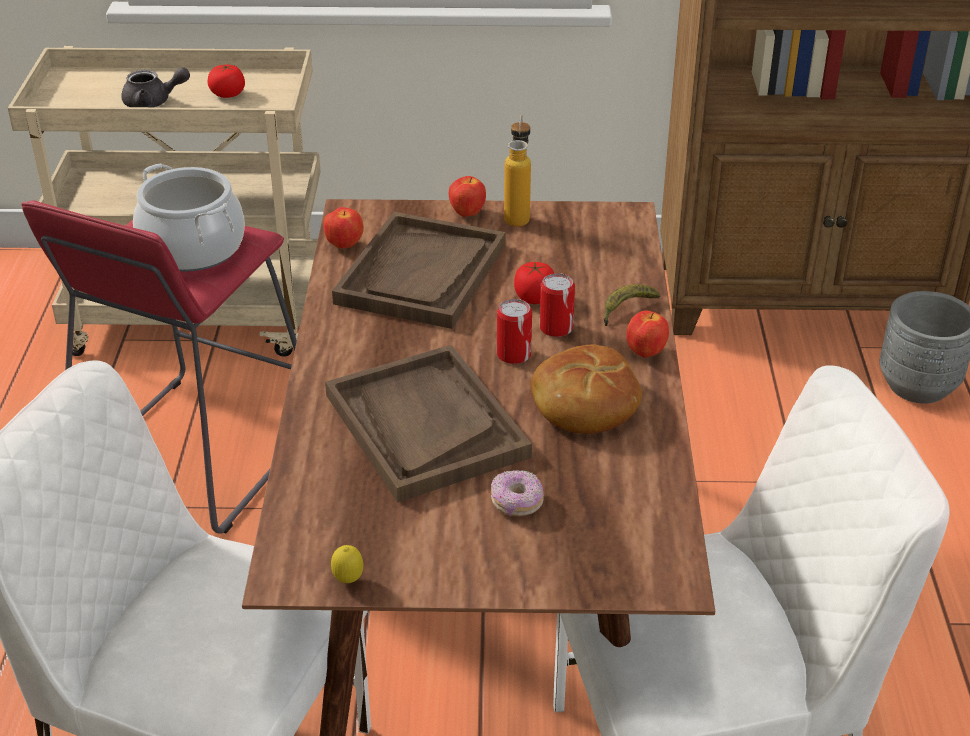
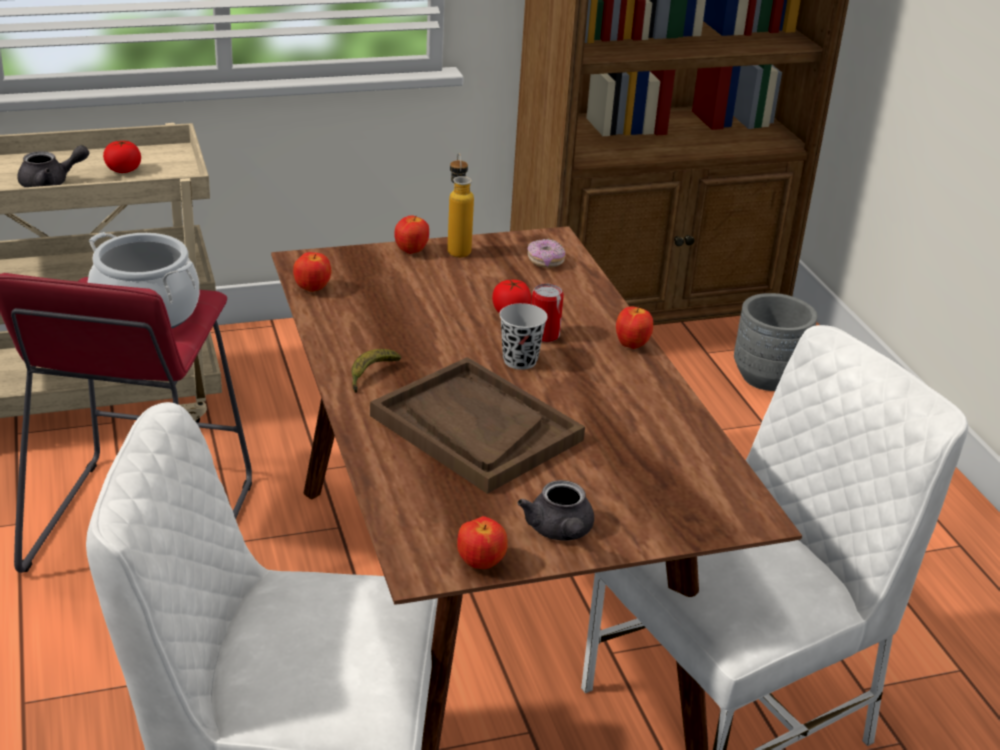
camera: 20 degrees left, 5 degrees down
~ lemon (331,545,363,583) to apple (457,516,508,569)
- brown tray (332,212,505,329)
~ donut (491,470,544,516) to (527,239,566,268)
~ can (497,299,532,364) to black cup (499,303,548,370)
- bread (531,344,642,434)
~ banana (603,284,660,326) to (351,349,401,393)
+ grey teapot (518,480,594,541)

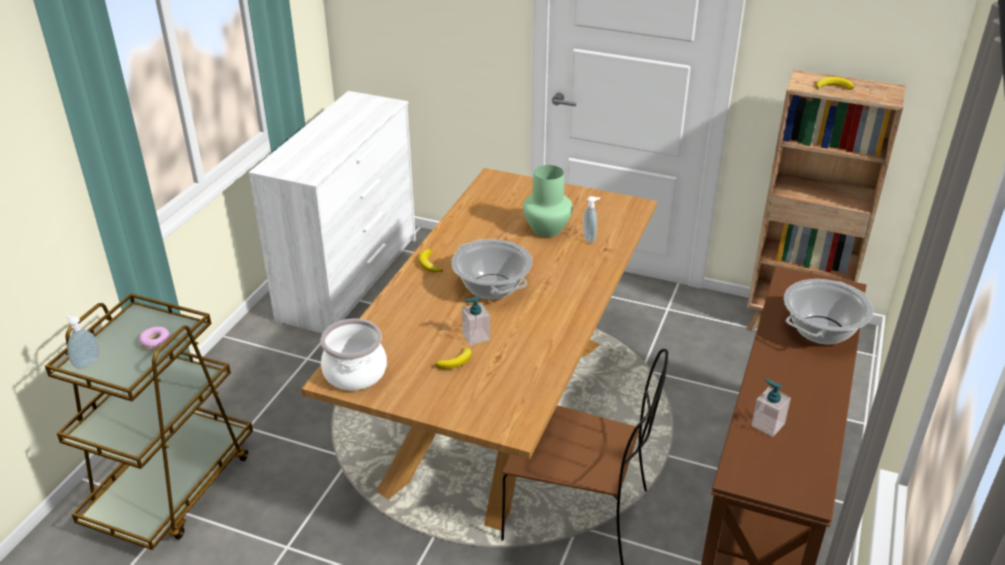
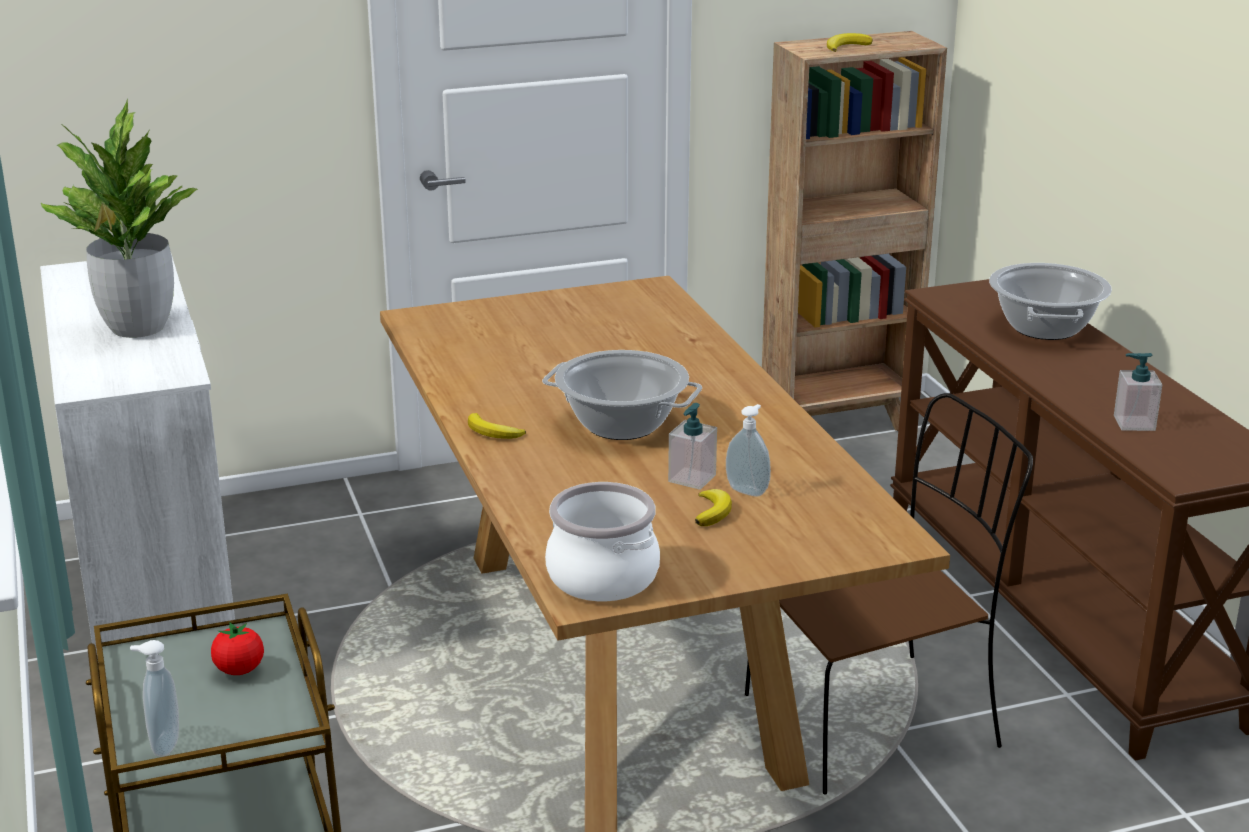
camera: 40 degrees left, 10 degrees down
~ donut (139,327,170,350) to tomato (211,622,264,675)
- green vase (523,165,573,237)
~ soap dispenser (583,196,600,243) to (726,404,771,497)
+ potted plant (41,98,198,338)

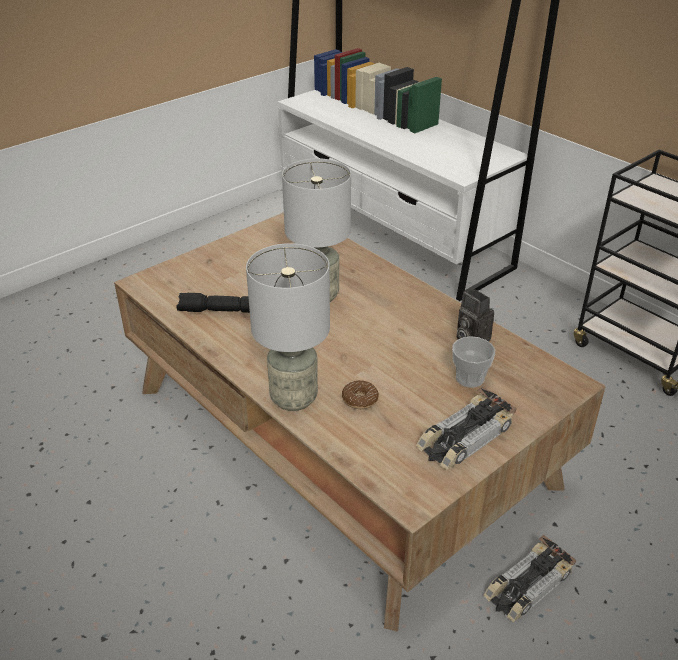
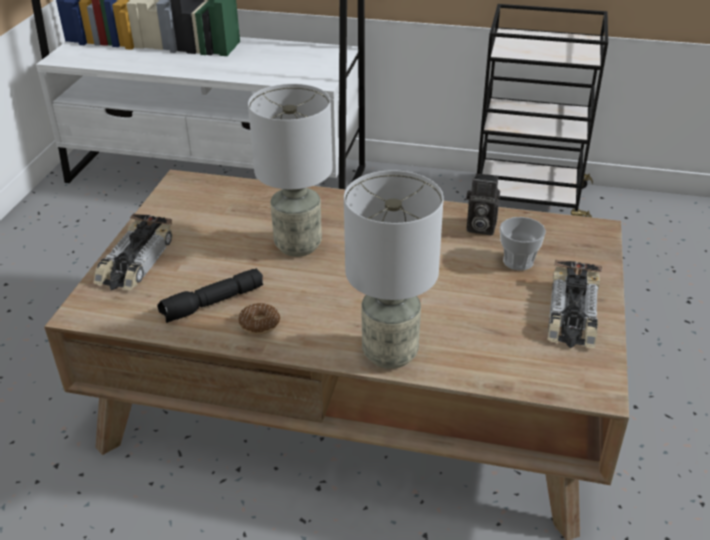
camera: 35 degrees left, 0 degrees up
~ donut (342,380,379,409) to (238,303,280,335)
~ toy car (484,535,577,622) to (93,213,173,290)

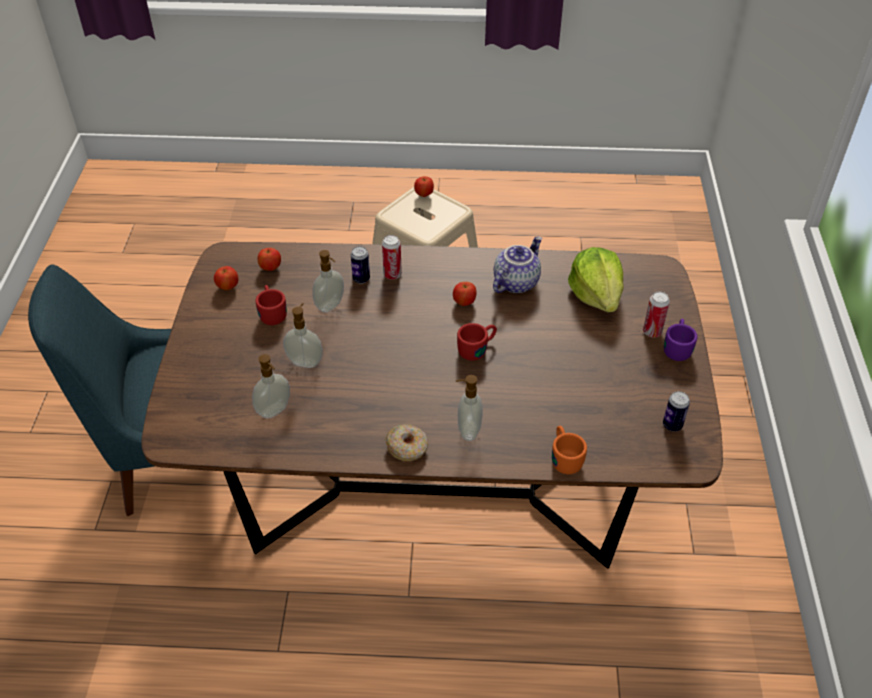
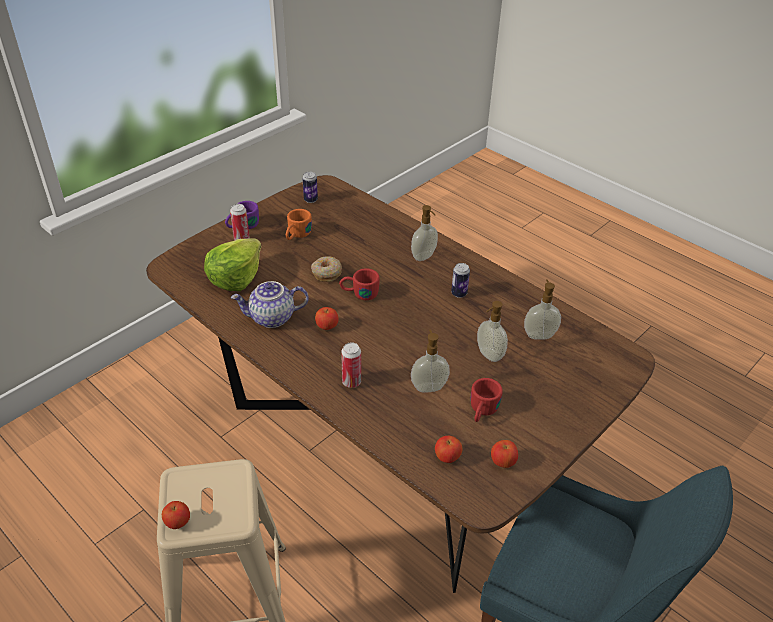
camera: 140 degrees left, 5 degrees down
~ can (351,246,370,284) to (451,263,470,298)
~ donut (385,424,428,461) to (311,256,342,282)
~ orange mug (552,426,587,474) to (286,209,312,240)

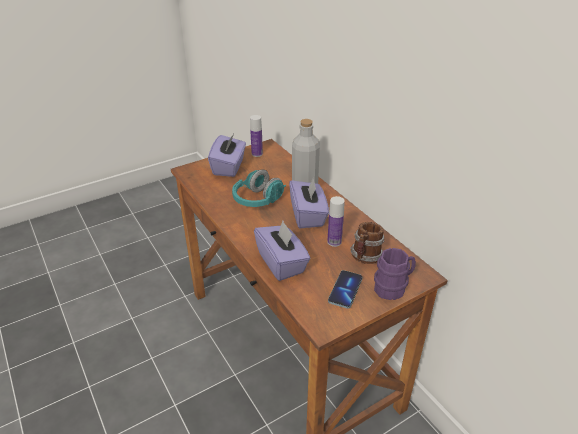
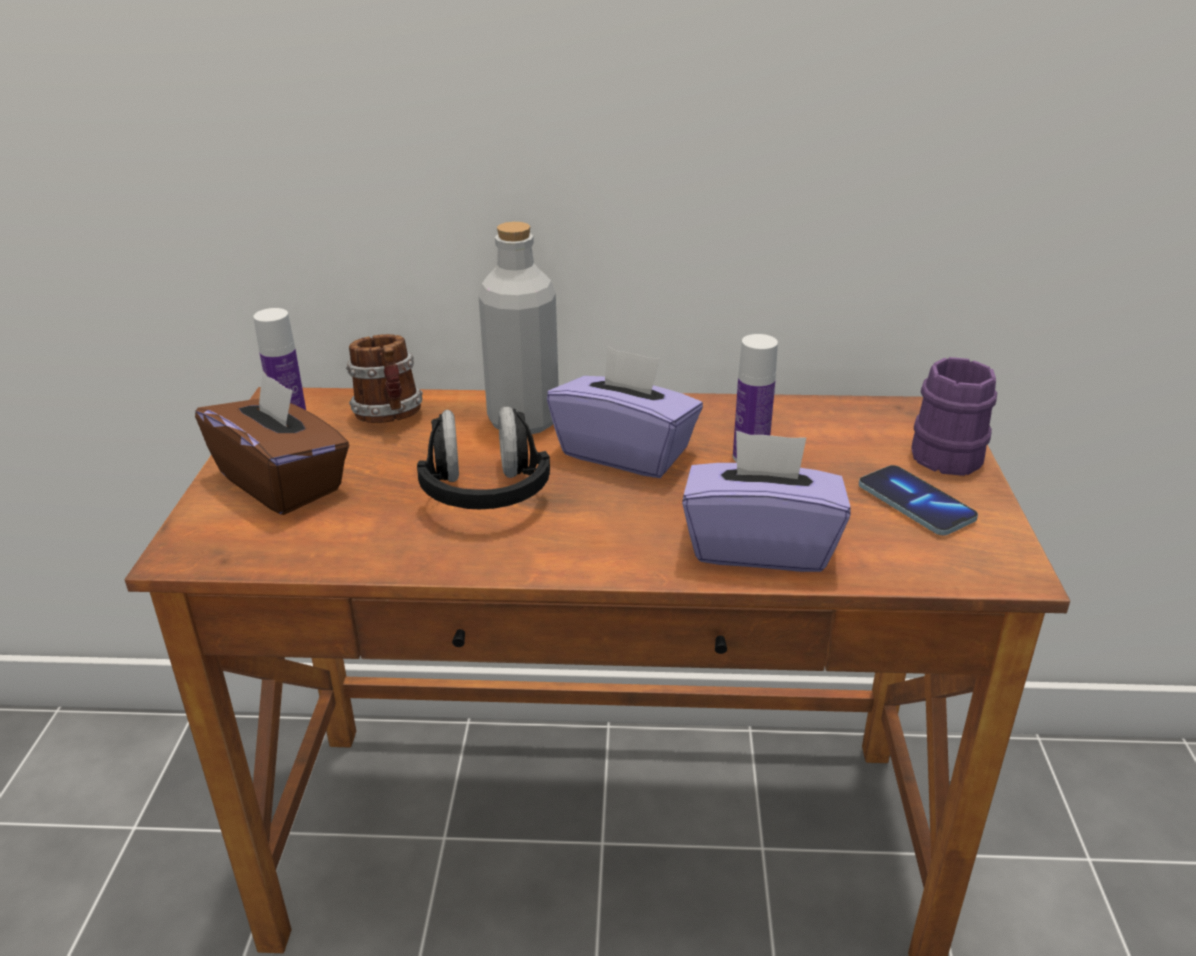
camera: 55 degrees left, 5 degrees down
~ purple tissue box (208,132,246,177) to brown tissue box (195,371,349,515)
~ turquoise headphones (232,169,286,207) to black headphones (417,406,550,509)
~ mug (350,222,384,264) to (346,334,423,423)

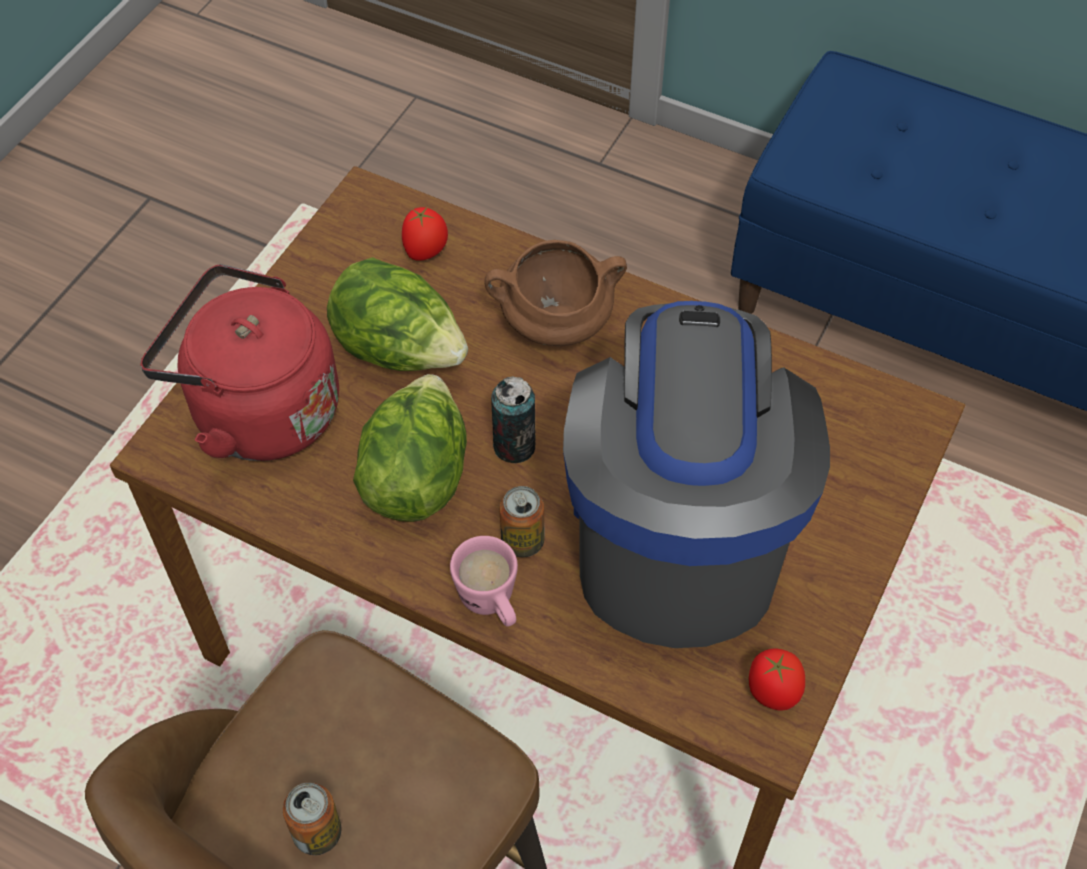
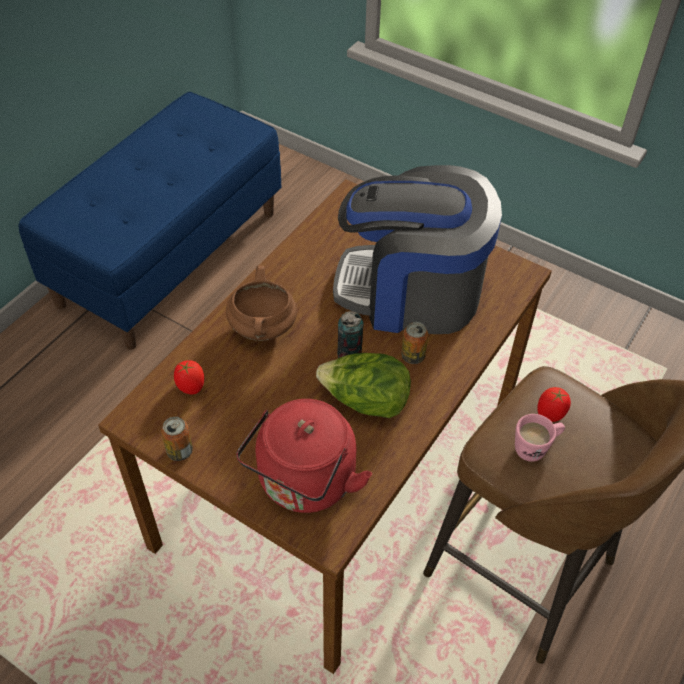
camera: 85 degrees left, 5 degrees down
~ can (283,783,341,855) to (161,417,193,461)
- lettuce (327,257,468,371)
~ pink mug (450,536,518,627) to (515,414,565,462)
~ tomato (749,648,805,711) to (538,387,571,422)

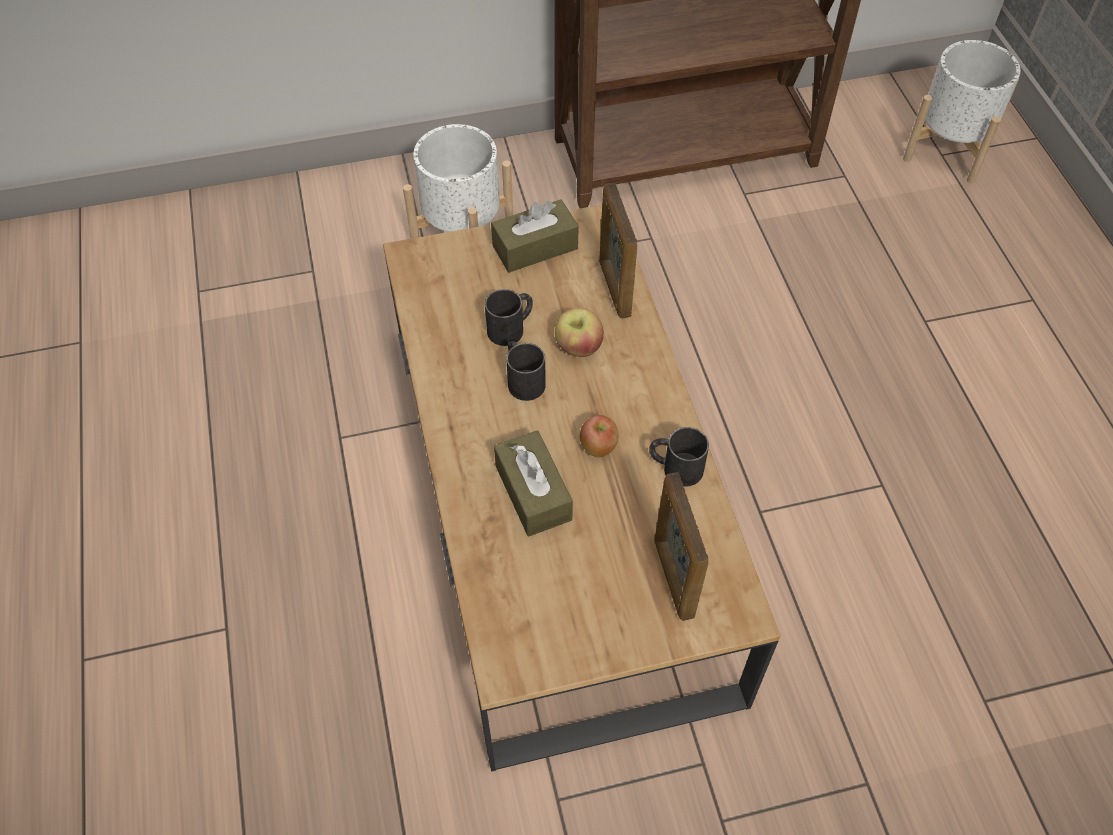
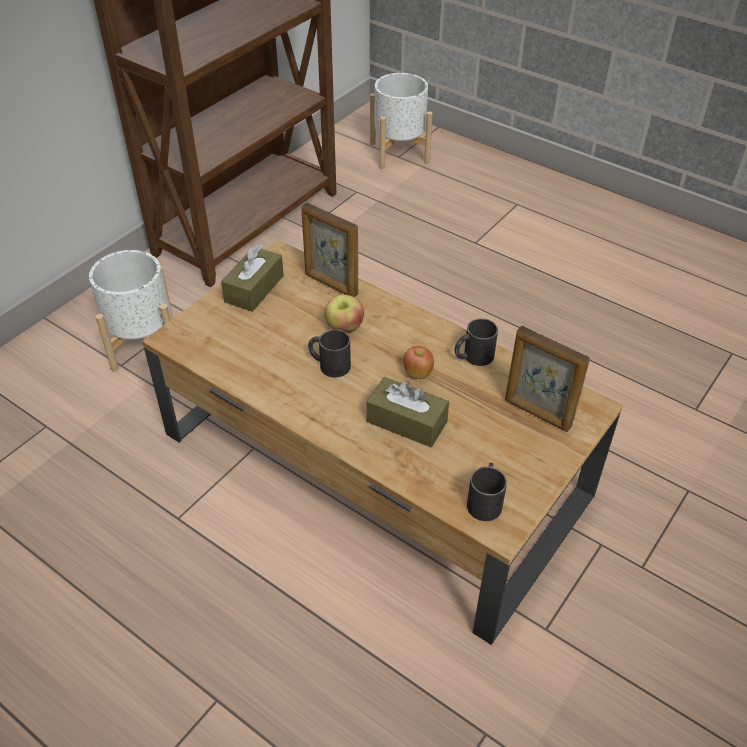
camera: 40 degrees left, 10 degrees down
~ black mug (485,289,533,346) to (467,463,507,521)

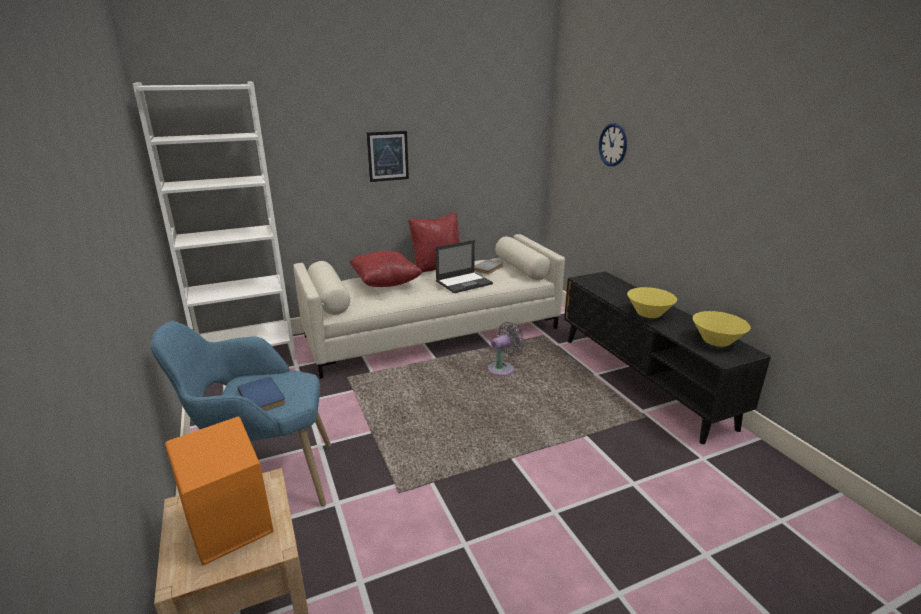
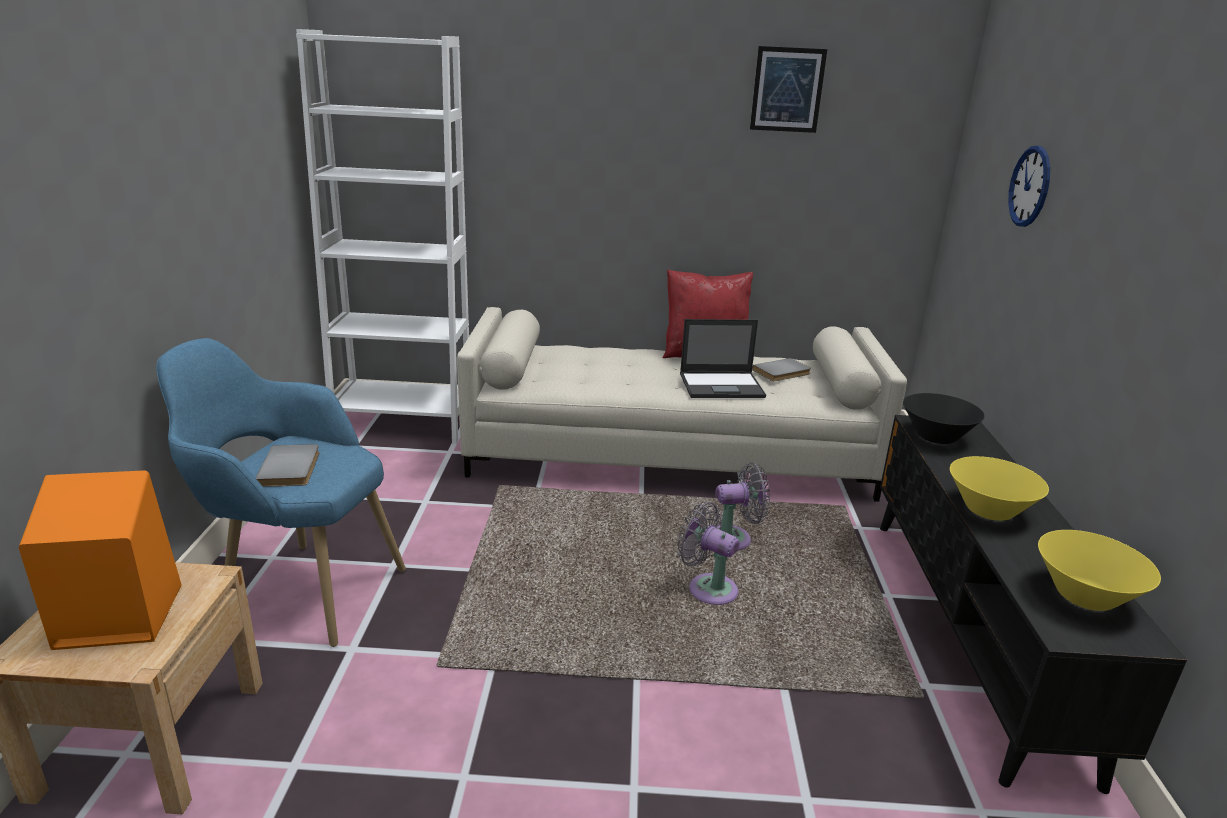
camera: 25 degrees right, 0 degrees up
~ blue book (237,377,286,411) to grey book (256,444,319,487)
- red pillow (349,251,423,287)
~ picture (367,131,409,182) to (750,46,827,133)
+ grey fan (677,502,740,605)
+ black bowl (903,393,985,444)

